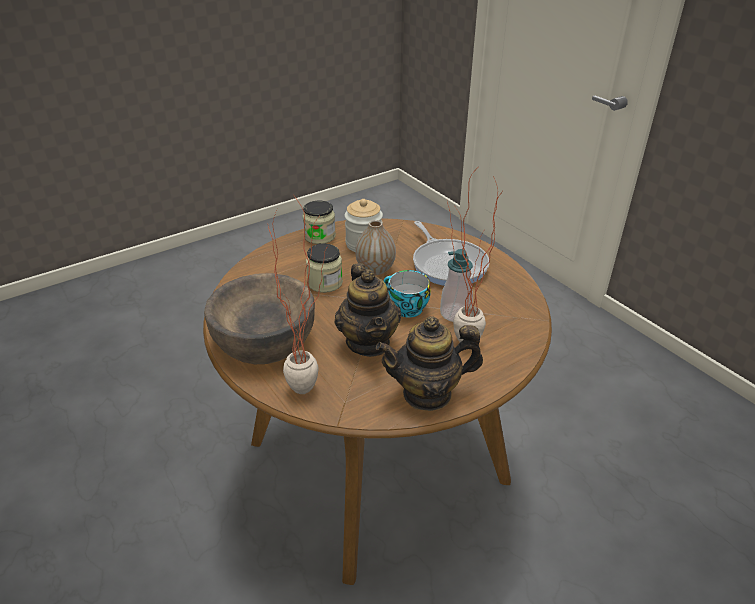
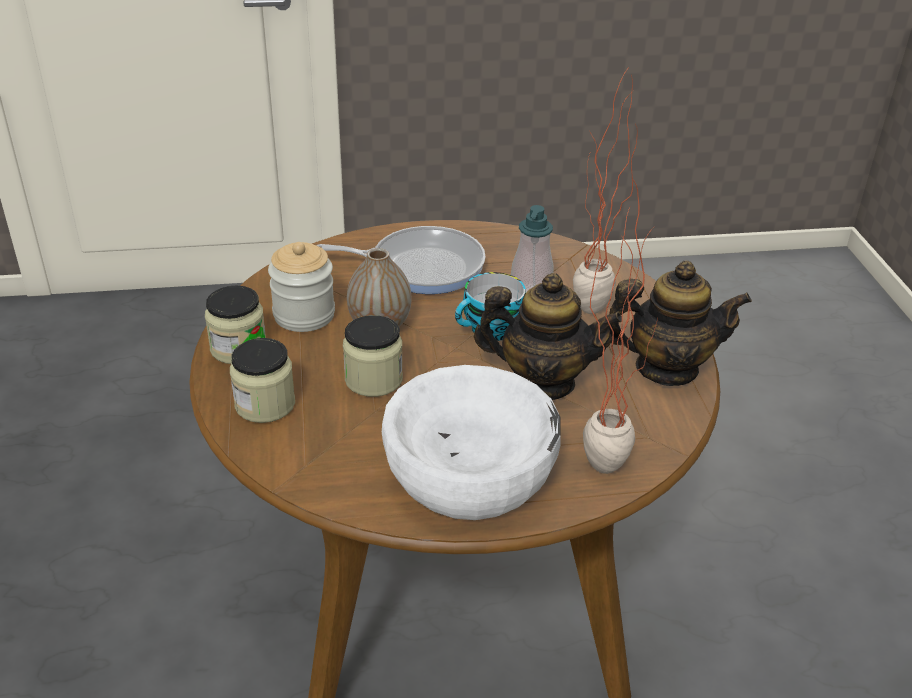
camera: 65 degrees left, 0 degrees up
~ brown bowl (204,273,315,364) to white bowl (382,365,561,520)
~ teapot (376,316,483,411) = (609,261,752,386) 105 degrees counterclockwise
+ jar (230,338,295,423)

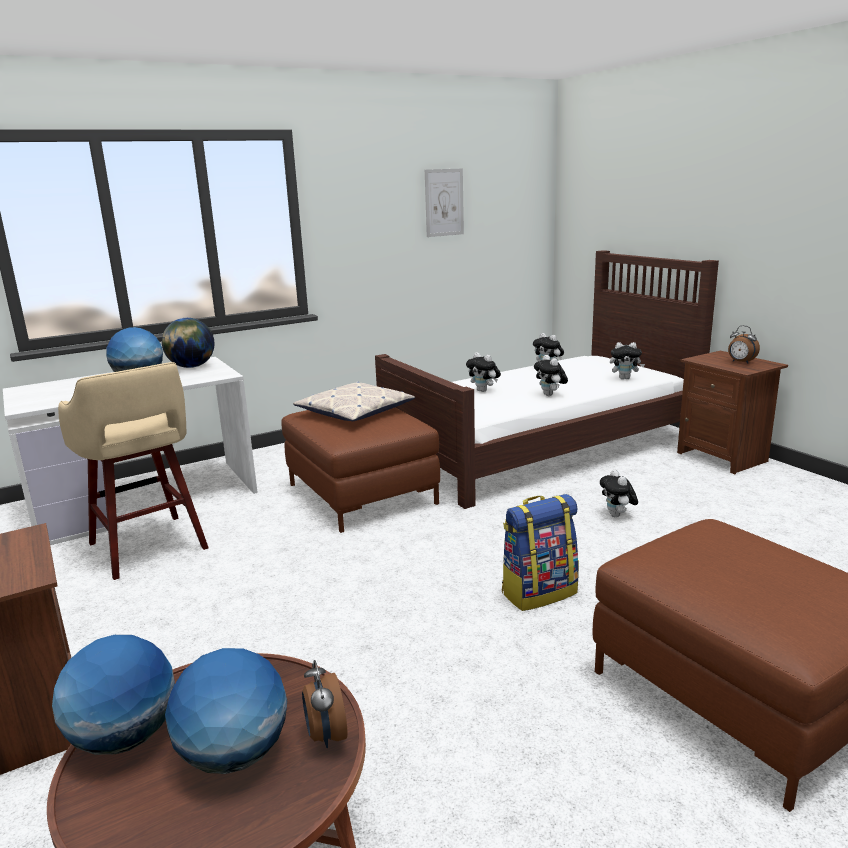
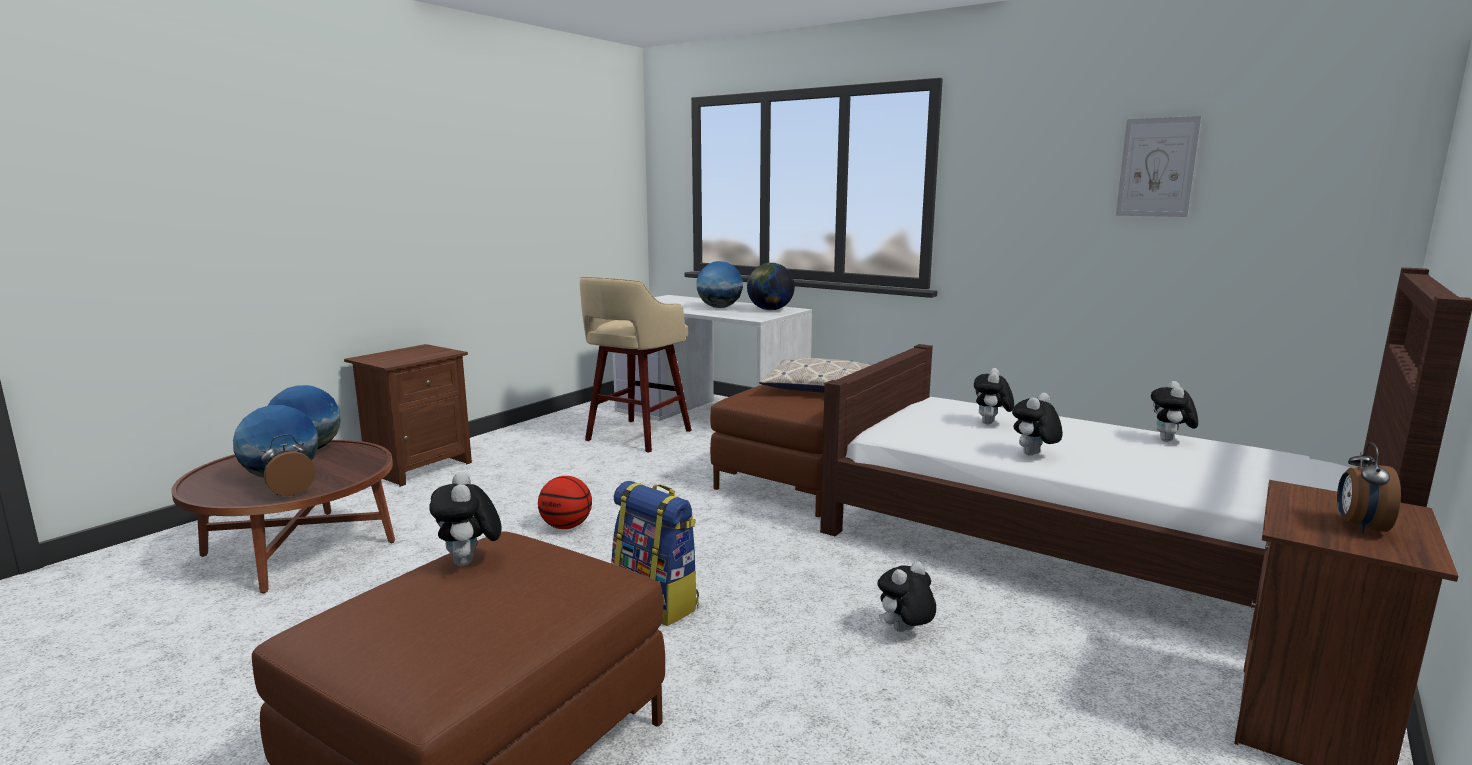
camera: 65 degrees right, 5 degrees down
~ plush toy (610,342,645,379) to (429,472,502,566)
+ basketball (538,476,592,529)

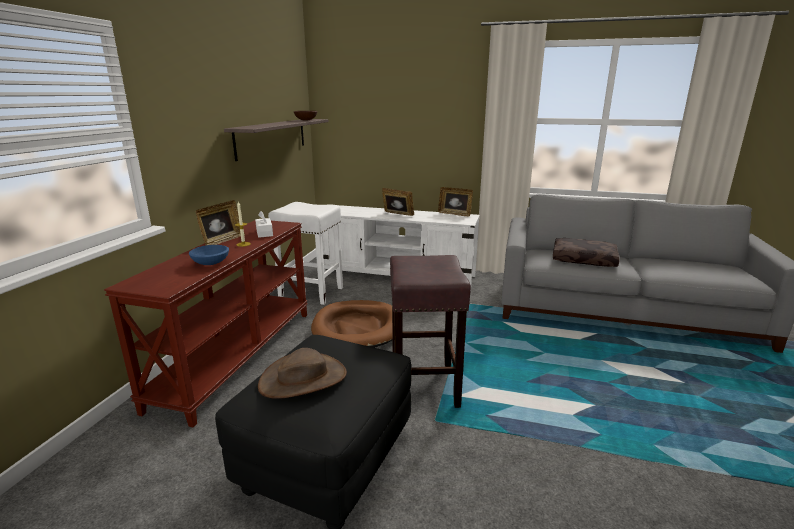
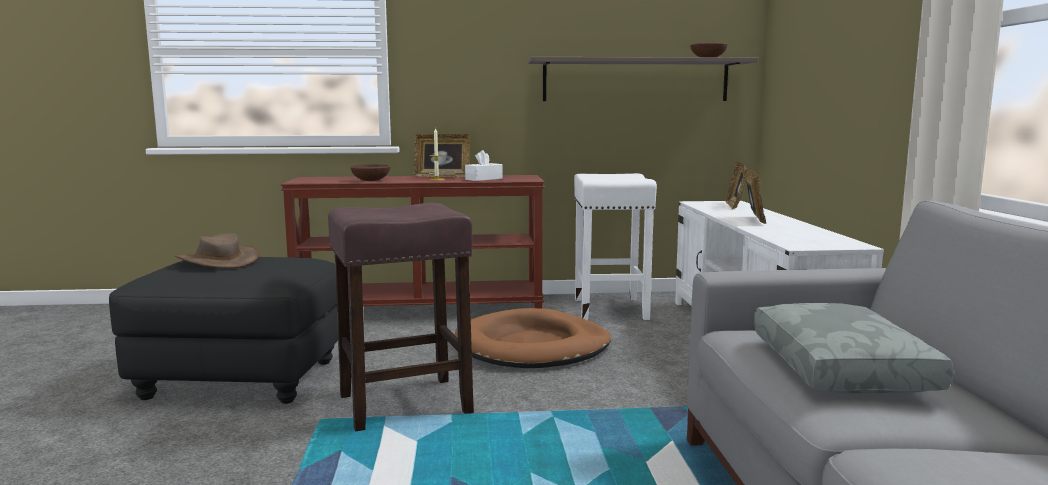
camera: 70 degrees right, 10 degrees down
~ blue bowl (189,245,229,265) to brown bowl (350,164,390,181)
~ picture frame (438,187,473,217) to (725,162,748,209)
~ brown pillow (553,238,620,267) to grey pillow (754,303,953,393)

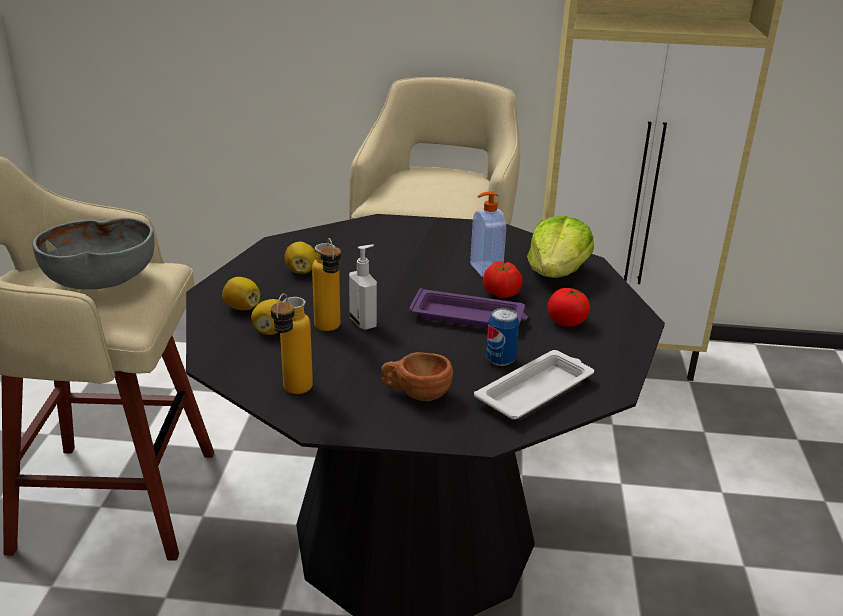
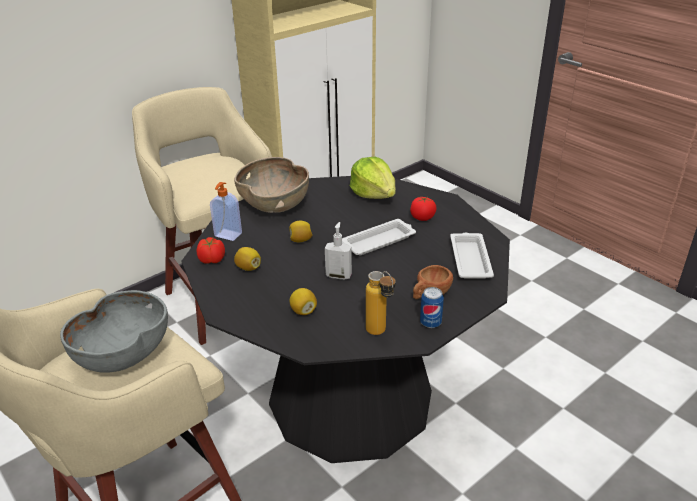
camera: 45 degrees left, 5 degrees up
~ lemon (222,277,260,310) to (289,221,313,242)
- bottle (312,238,341,331)
~ purple tray (409,288,528,328) to white tray (342,219,416,255)
~ soap dispenser (470,191,506,277) to (210,182,242,241)
~ tomato (483,261,522,298) to (197,237,225,264)
~ can (486,308,519,366) to (420,287,444,328)
+ brown bowl (234,157,309,213)

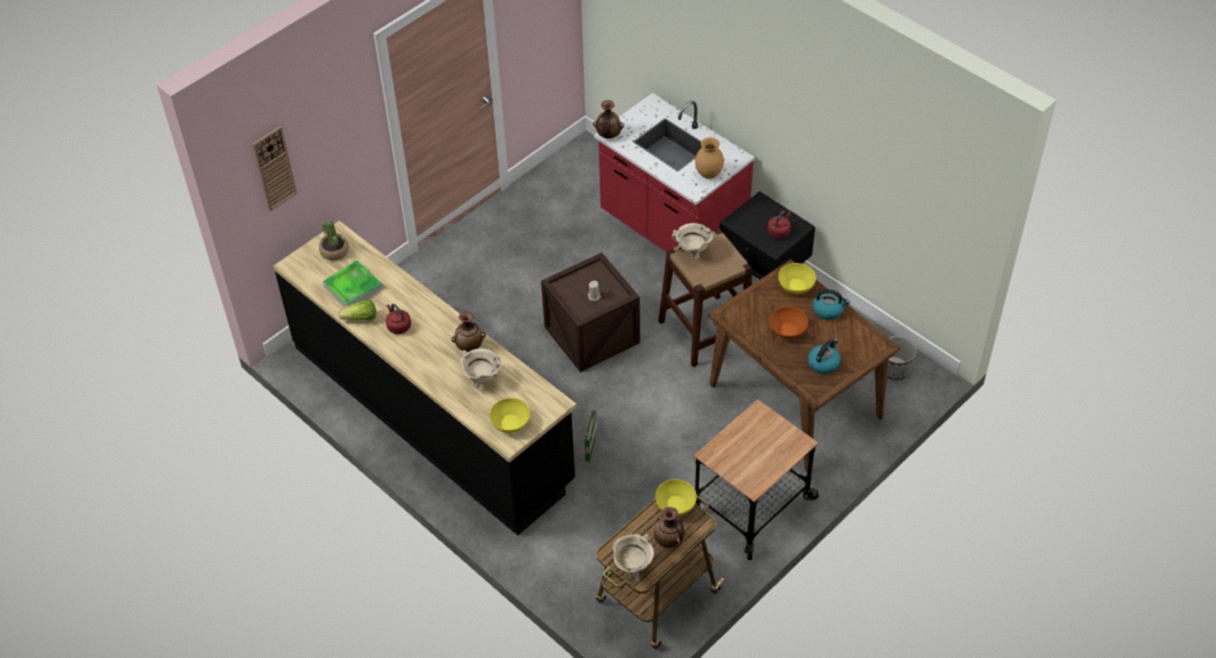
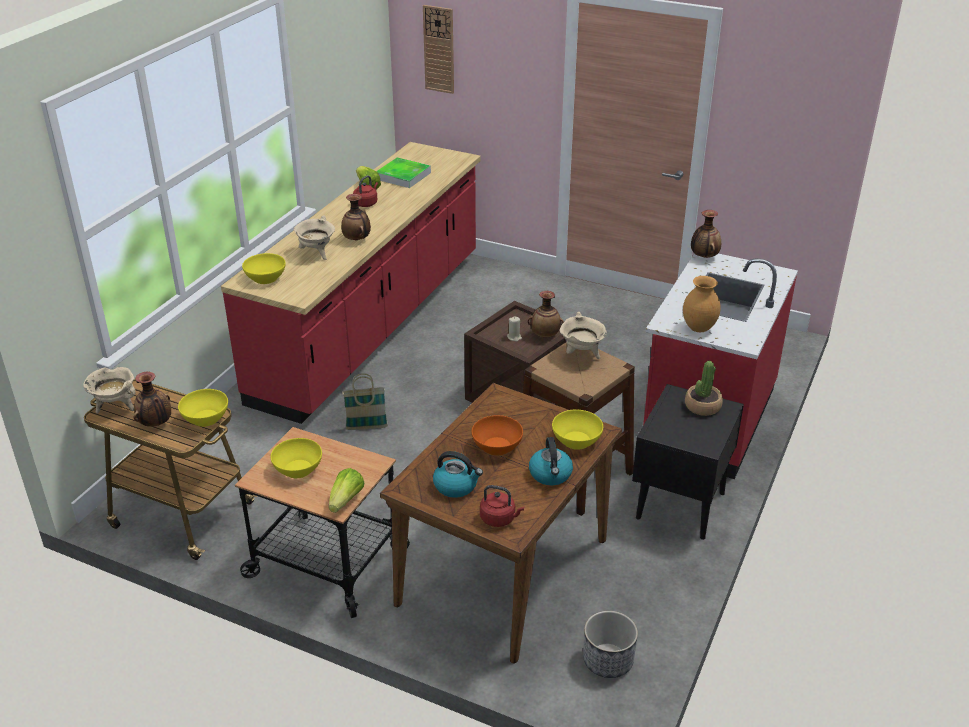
camera: 70 degrees right, 15 degrees down
~ black counter (273,221,577,536) to red counter (221,142,481,424)
~ potted plant (319,220,349,260) to (685,361,723,416)
~ red kettle (767,210,791,238) to (480,485,524,527)
+ yellow bowl (271,438,322,478)
+ lettuce (329,468,364,513)
+ vase (528,291,564,337)

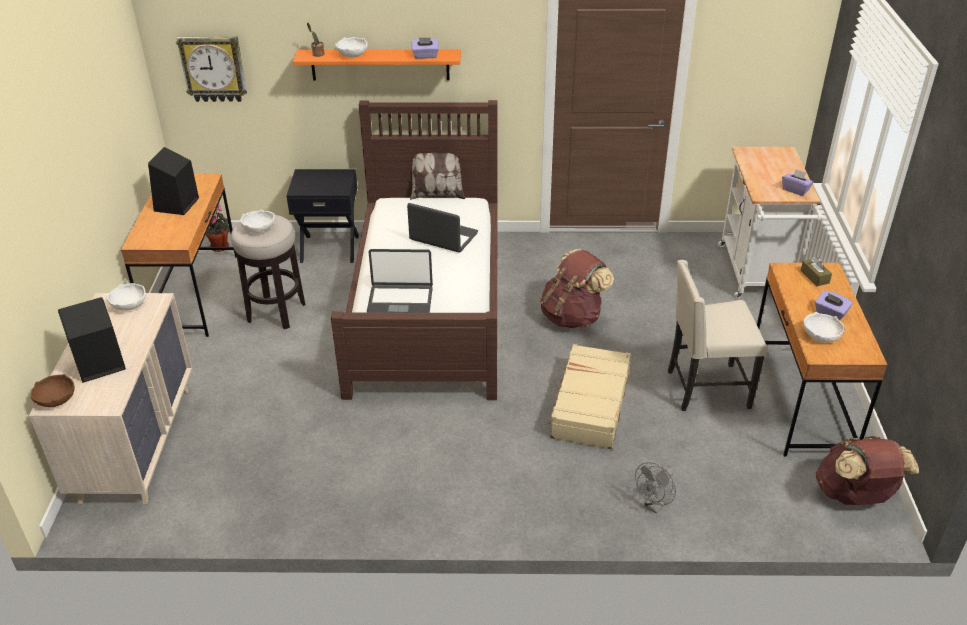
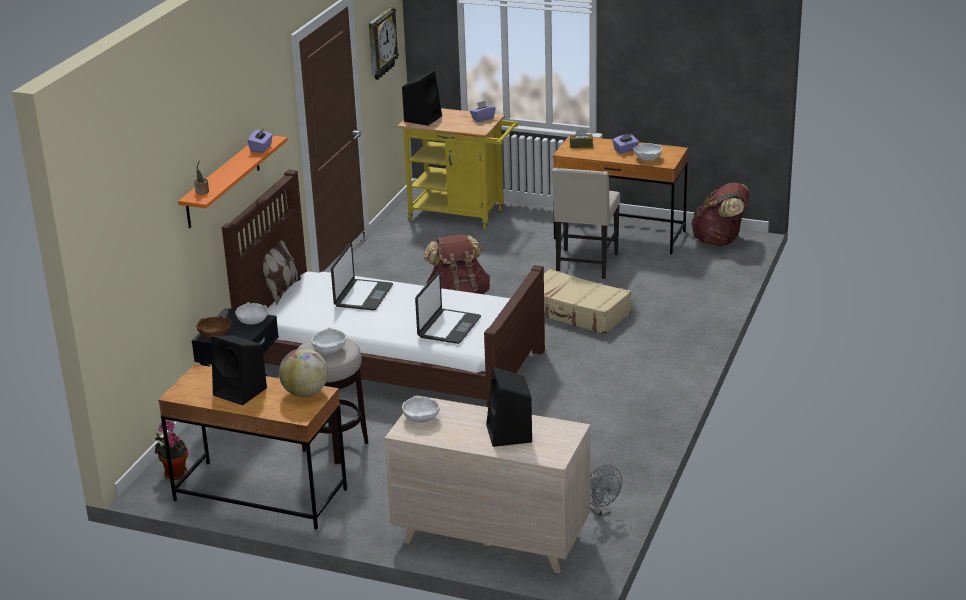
camera: 70 degrees left, 10 degrees down
~ brown bowl (31,374,75,407) to (197,316,231,338)
~ wall clock (176,37,247,102) to (369,7,399,80)
~ white bowl (335,37,368,57) to (235,302,268,325)
~ laptop (407,203,478,252) = (331,243,393,310) 150 degrees clockwise
~ grey fan (635,462,676,514) to (590,465,622,517)
~ white cart (718,147,823,299) to yellow cart (398,108,518,230)
+ globe (279,348,328,397)
+ black speaker (402,71,442,126)

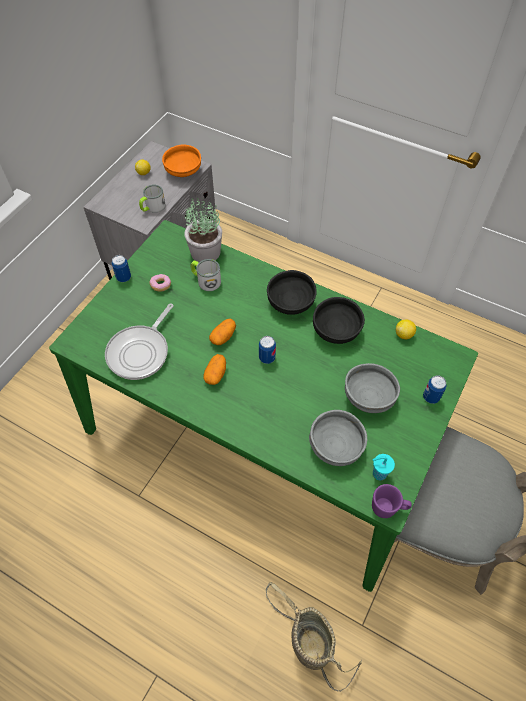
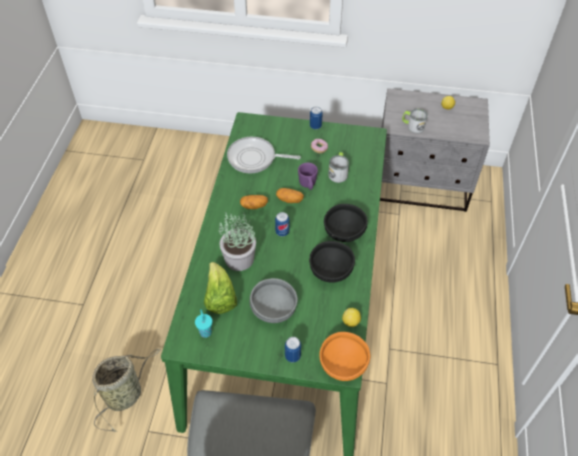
camera: 70 degrees right, 5 degrees down
~ orange bowl (162,144,201,177) to (319,332,370,381)
~ potted plant (184,198,222,262) to (219,212,256,271)
~ grey bowl (309,410,367,466) to lettuce (204,262,237,314)
~ purple mug (372,484,412,518) to (298,163,318,190)

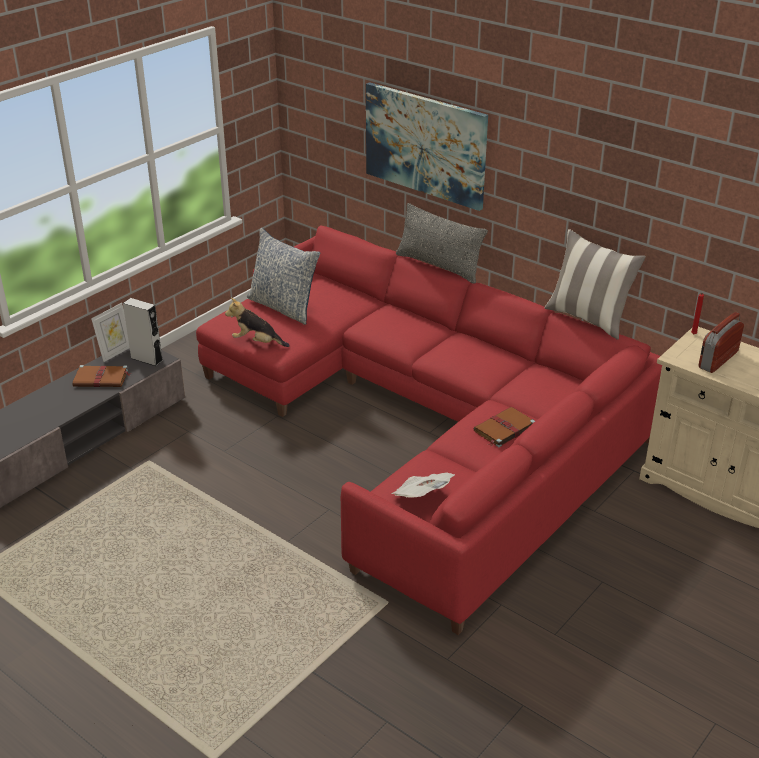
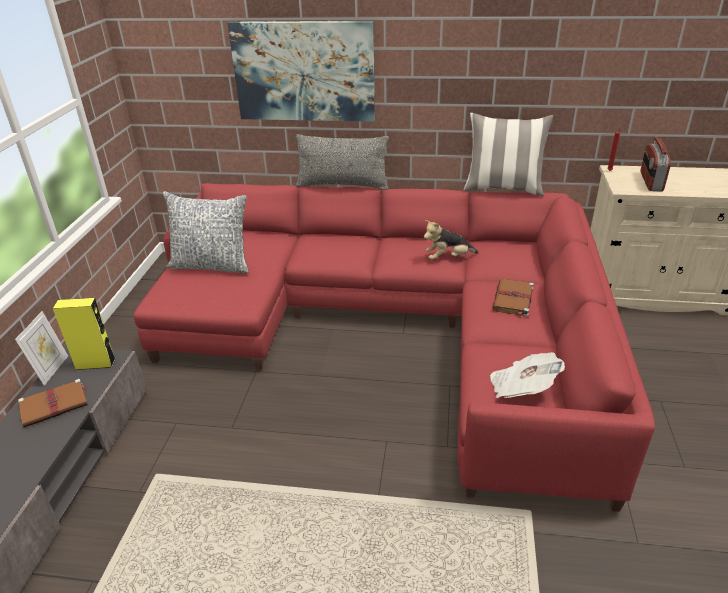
camera: 30 degrees left, 0 degrees up
~ grey speaker (123,298,163,366) to yellow speaker (53,298,116,370)
~ plush toy (225,298,290,347) to (424,220,479,260)

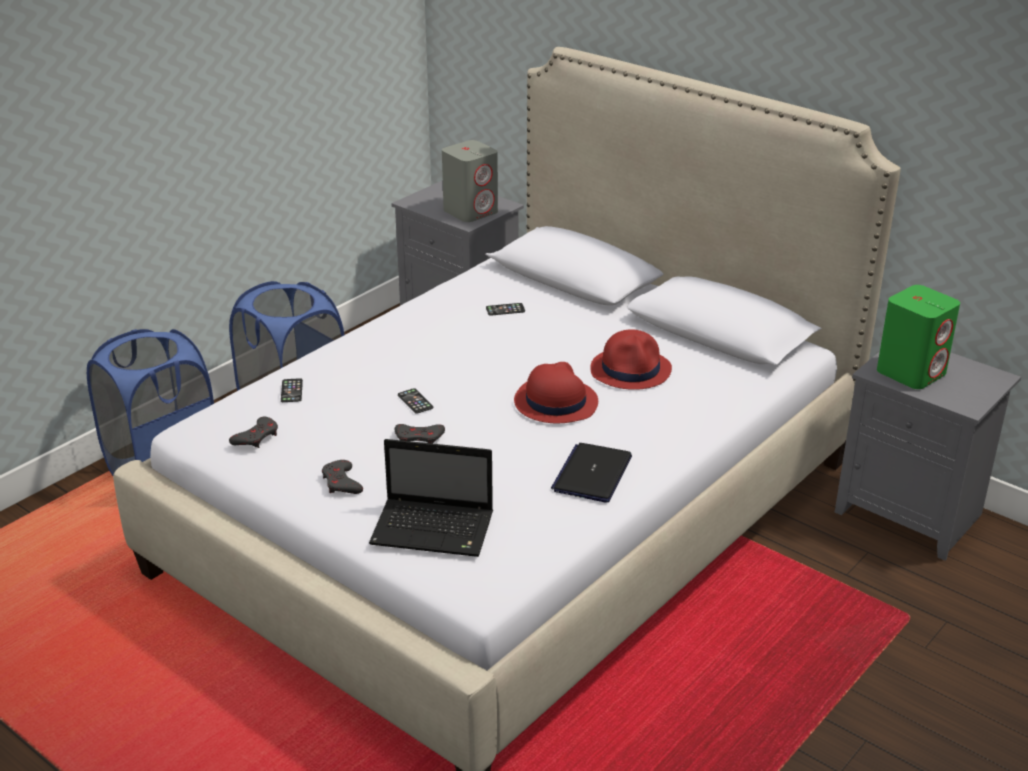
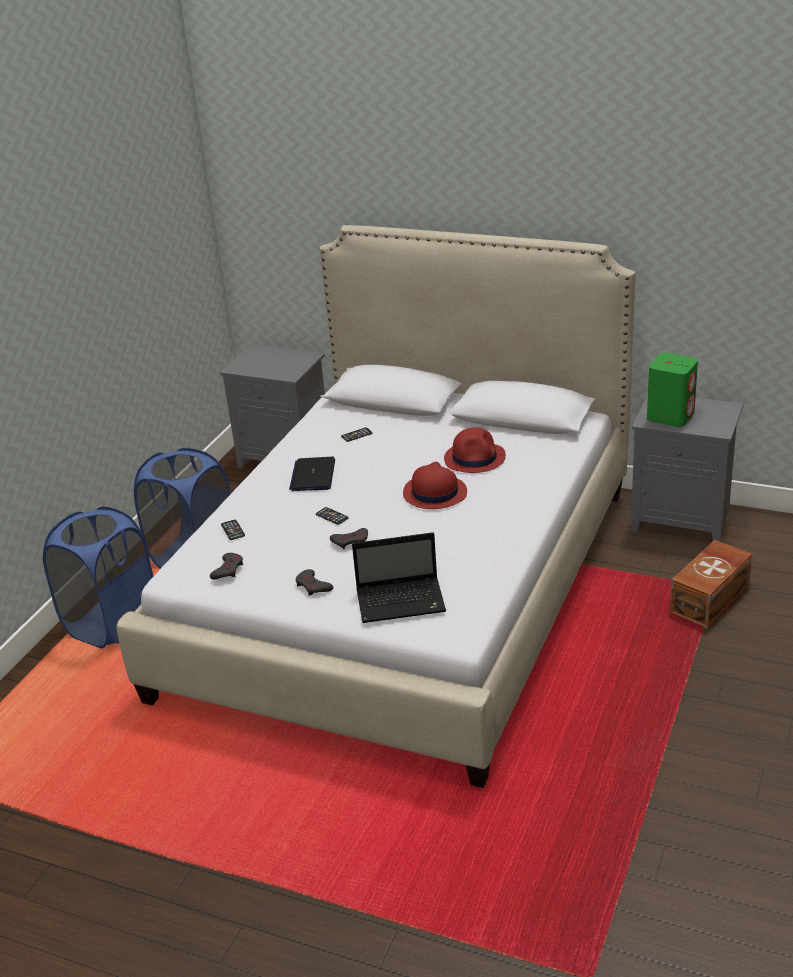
camera: 15 degrees left, 0 degrees up
- grey speaker (442,140,498,222)
~ laptop (551,443,632,502) to (289,457,335,491)
+ brown storage box (670,540,752,629)

